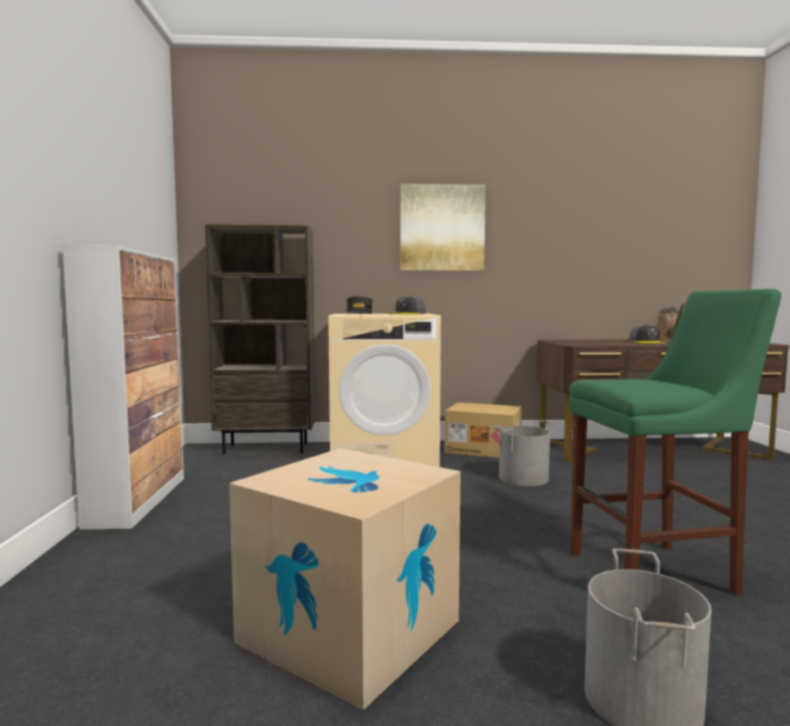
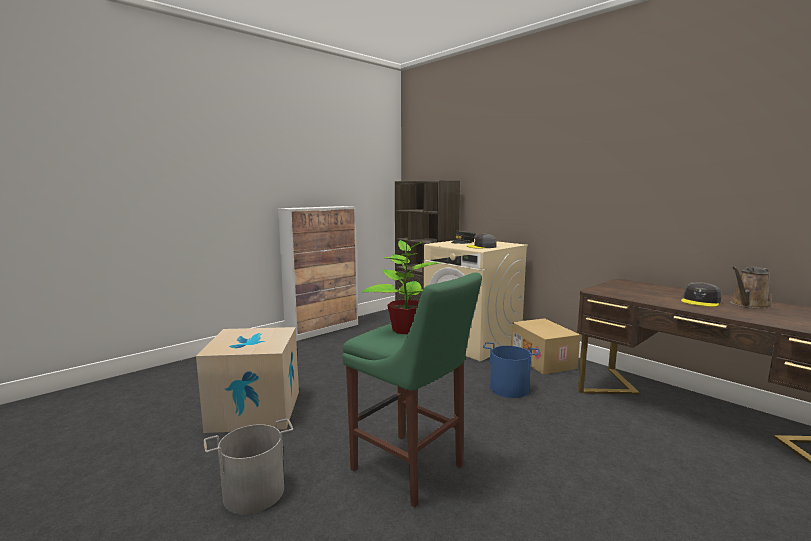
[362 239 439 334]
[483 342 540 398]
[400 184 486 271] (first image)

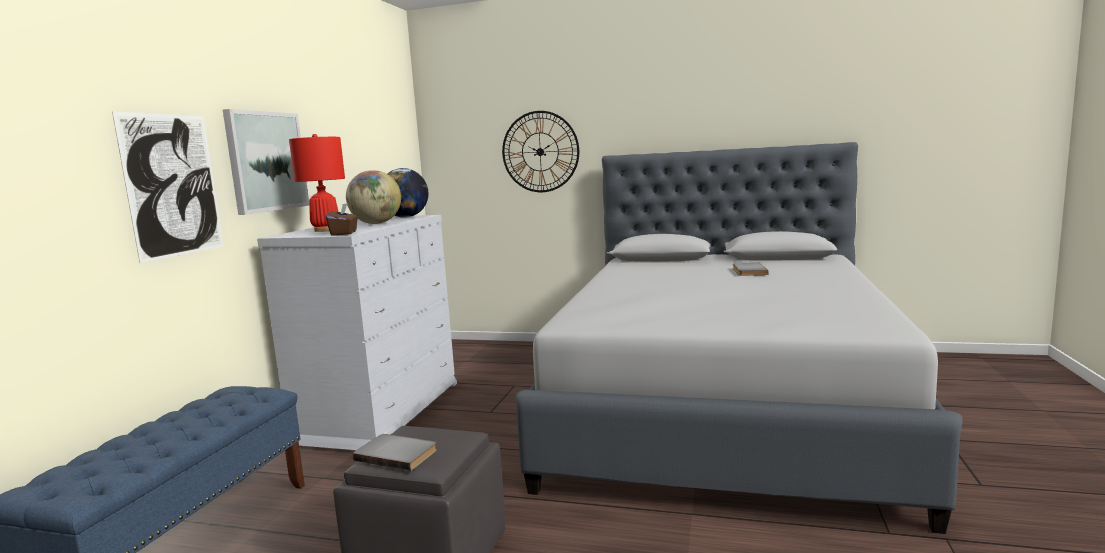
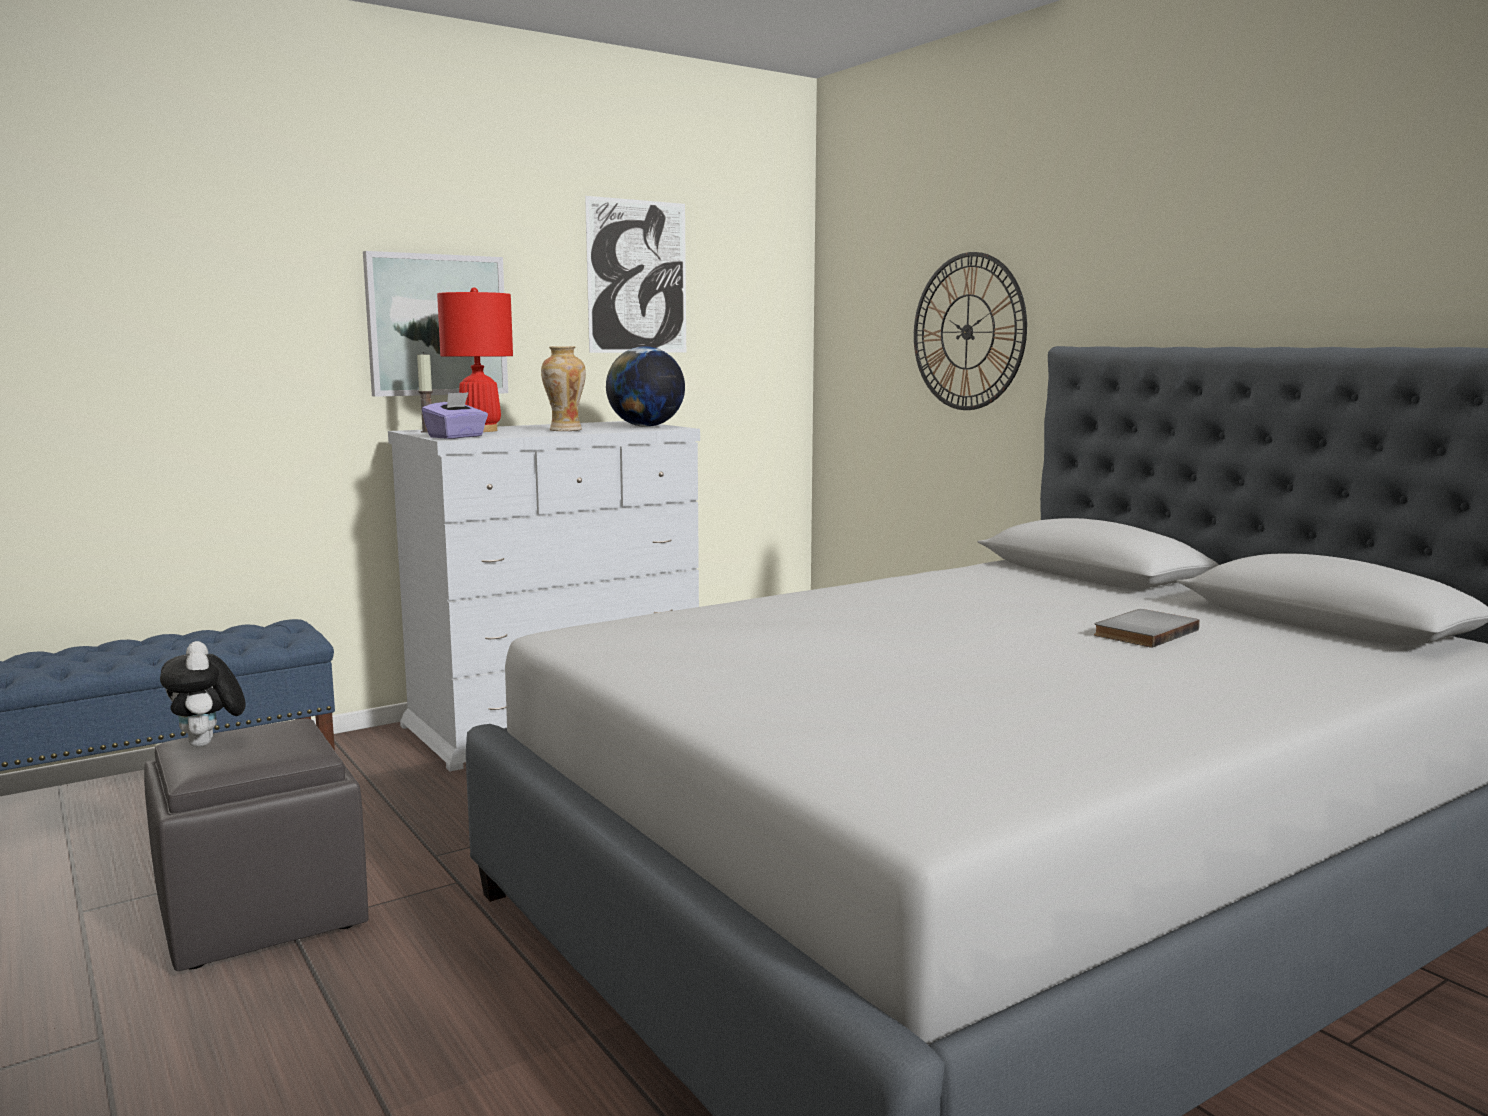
[160 641 245 747]
[417 352 433 433]
[422 392 488 439]
[541 346 586 431]
[585 196 686 353]

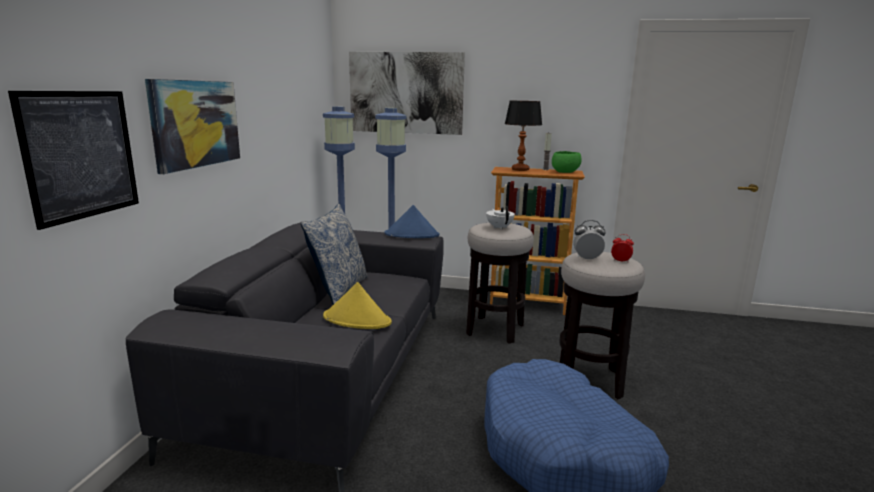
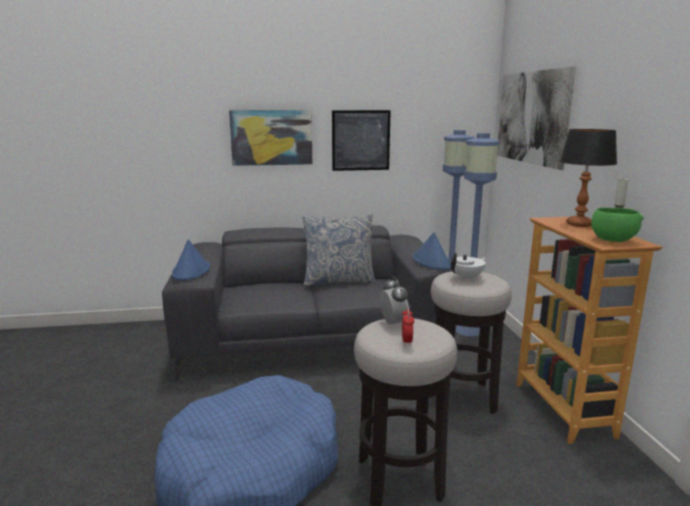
[171 239 210 280]
[332 110 391 171]
[323 282 392 329] (first image)

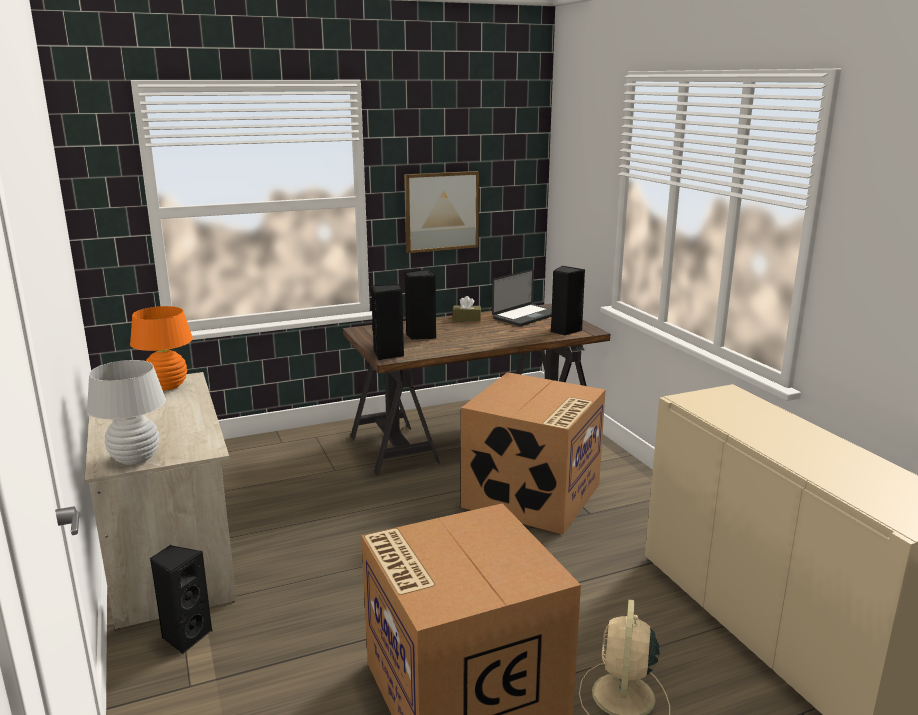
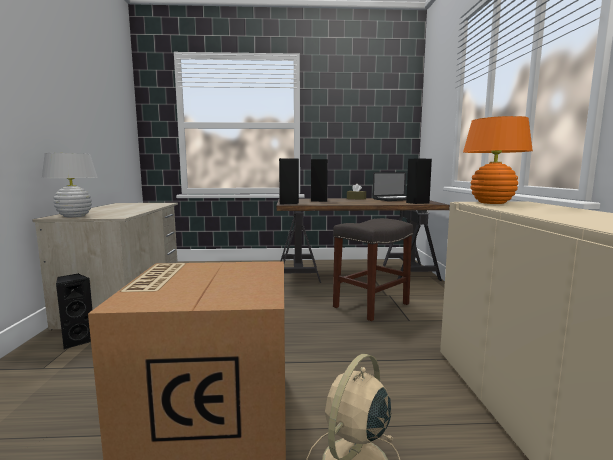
[333 218 413 321]
[463 116 533 204]
[404 171 479 253] (first image)

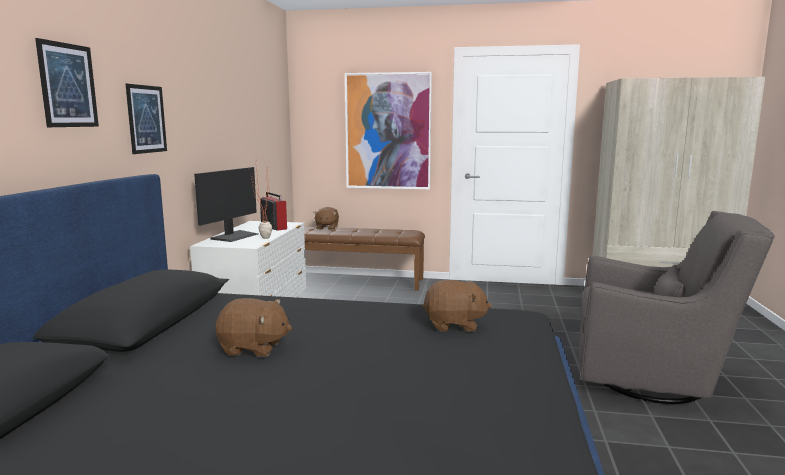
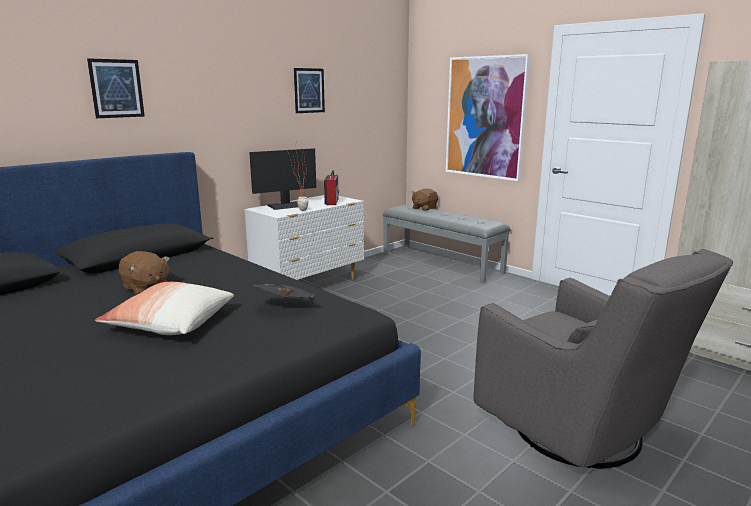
[95 282 234 335]
[254 284 315 298]
[294 68 325 113]
[383 205 511 283]

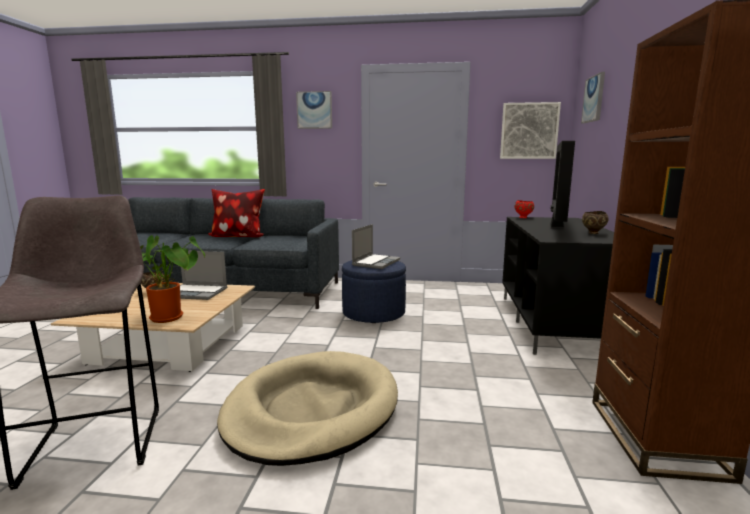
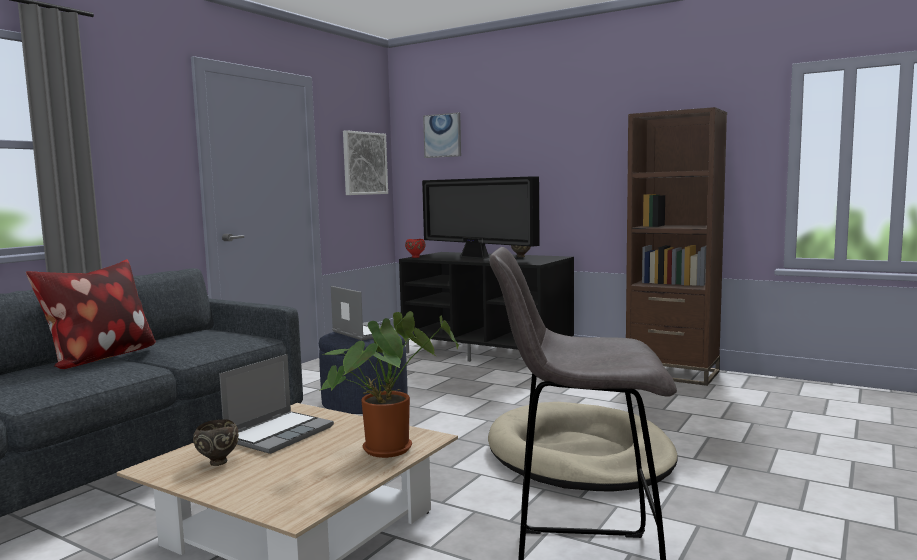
[296 91 332 129] (first image)

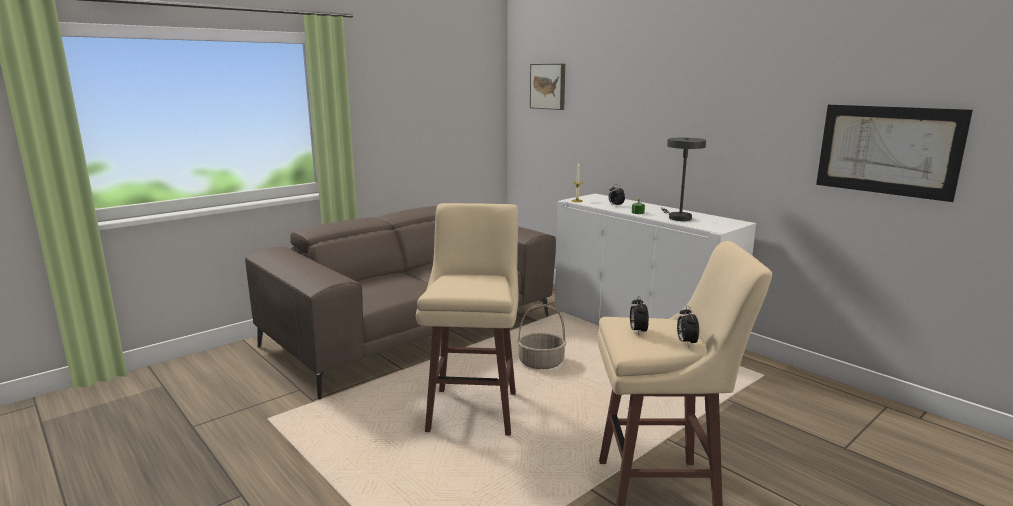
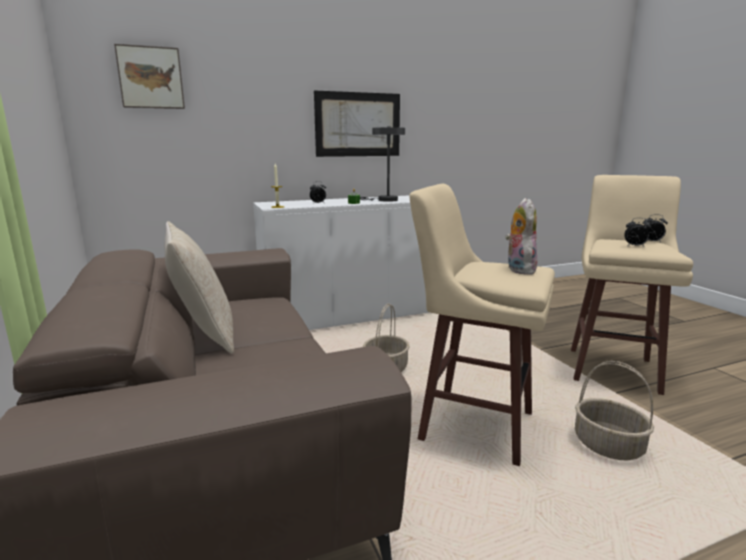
[164 221 234 353]
[314 90 400 157]
[505 198 537 275]
[575 361 654 460]

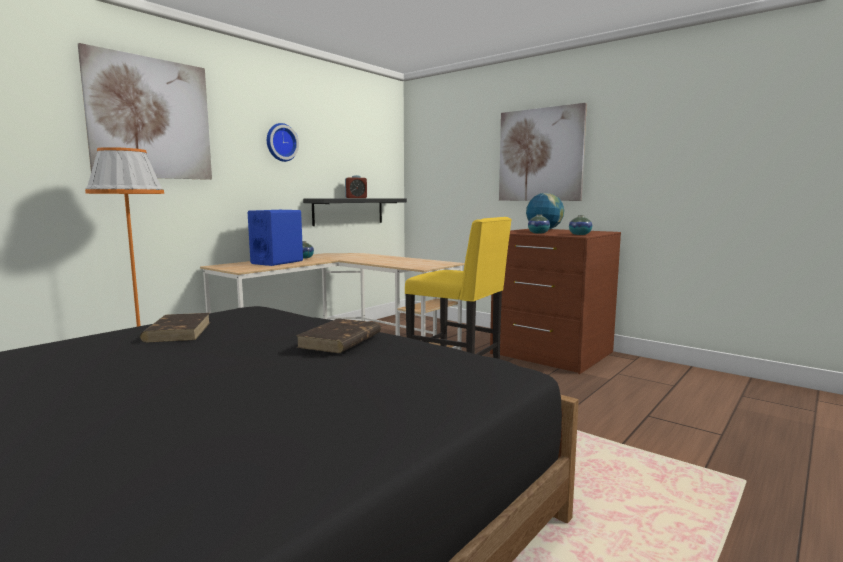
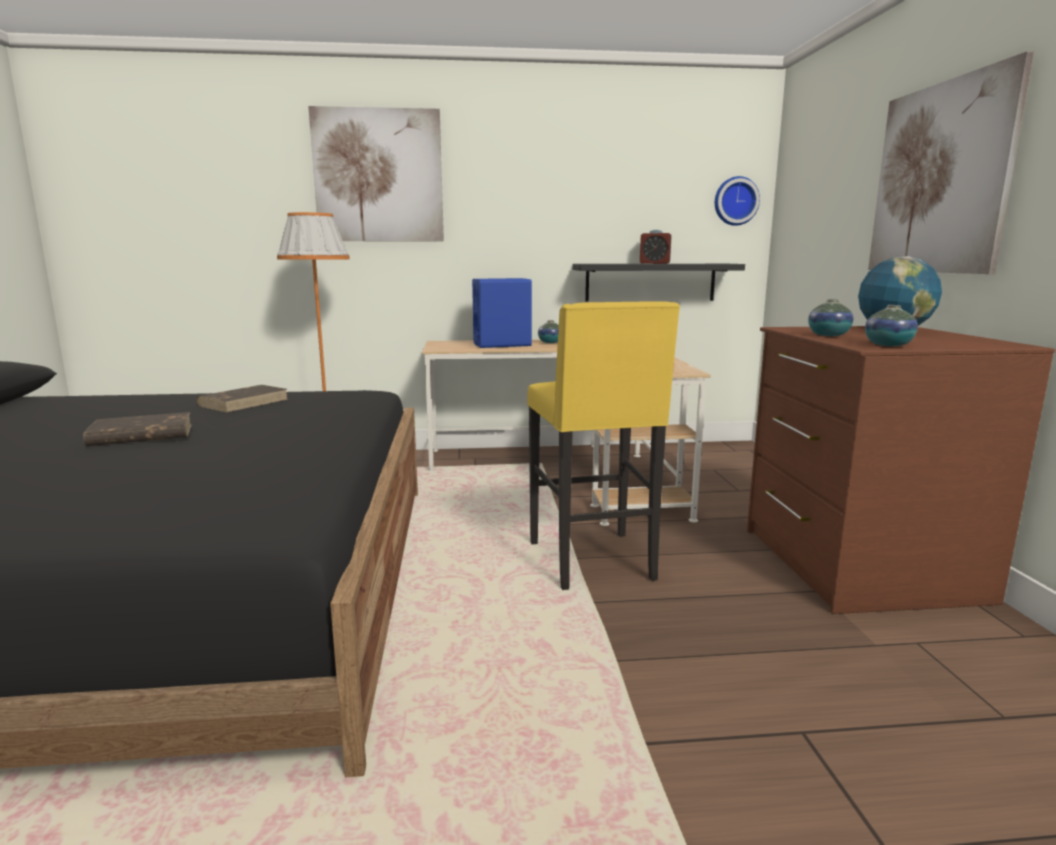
[83 412 192 446]
[715 176 760 226]

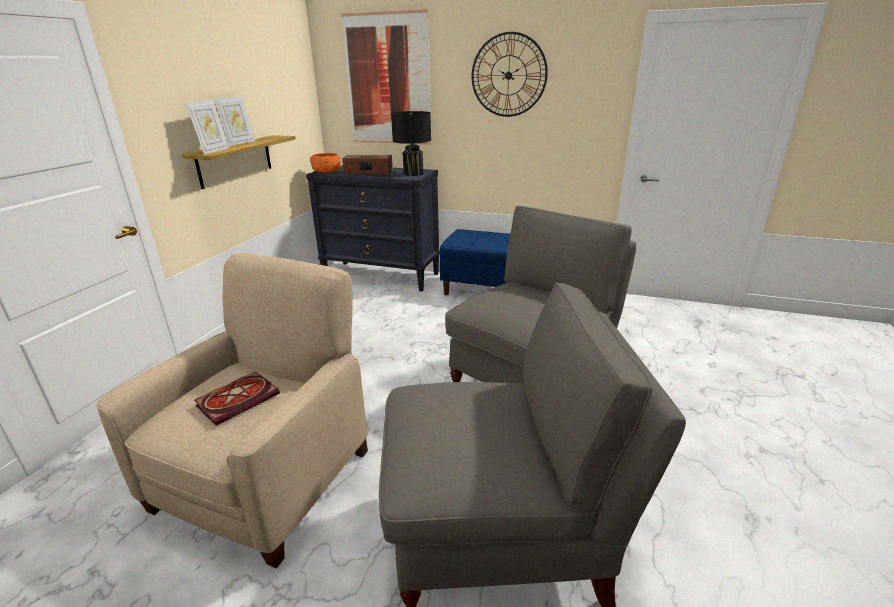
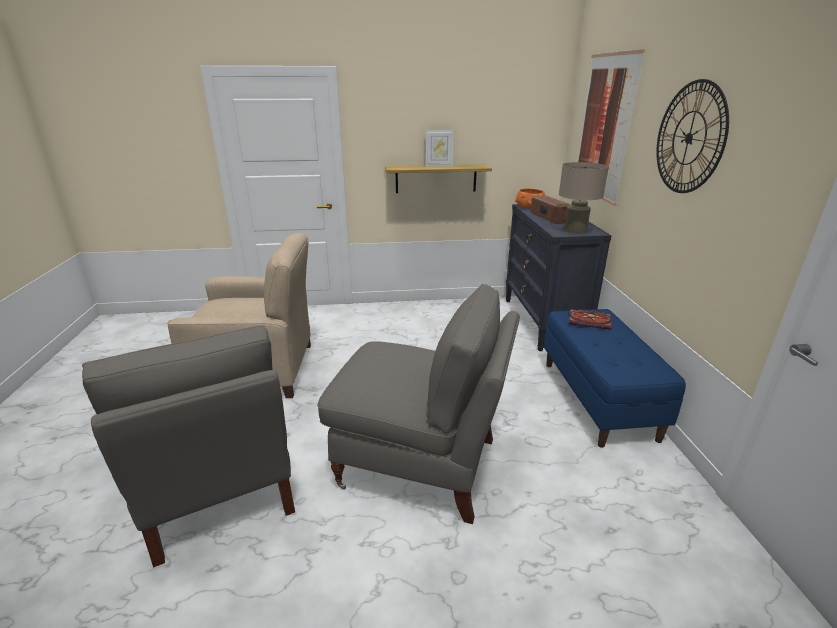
[559 162 609 234]
[569 309 612 330]
[185 100 229 154] (first image)

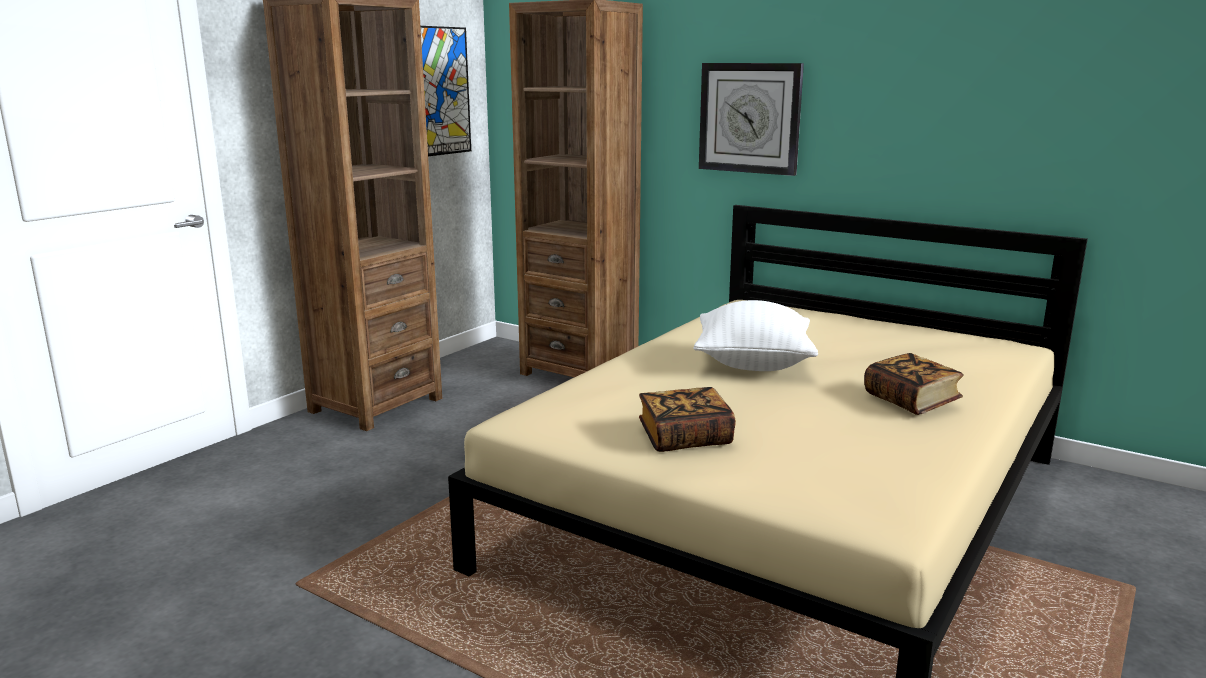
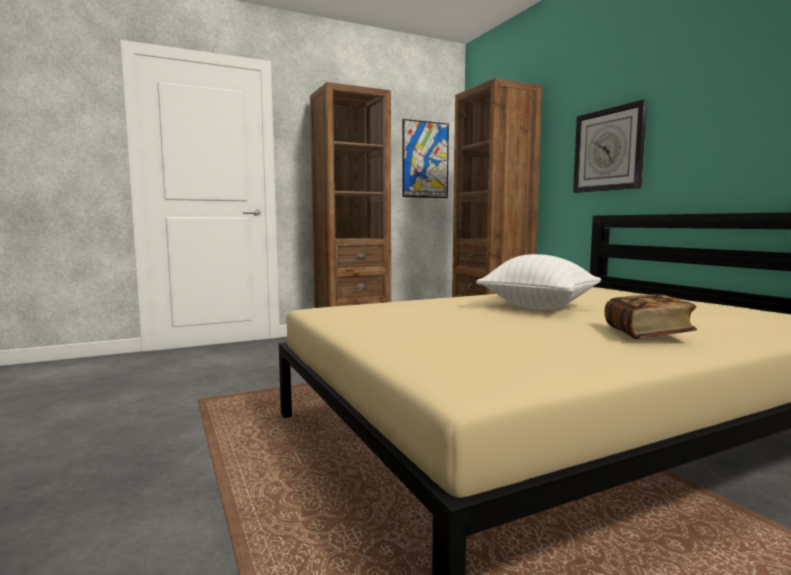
[639 387 736 452] (first image)

